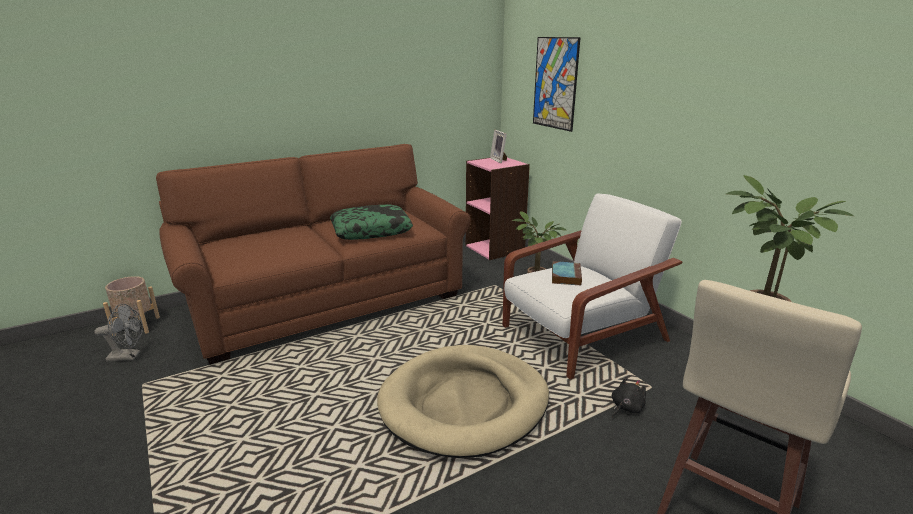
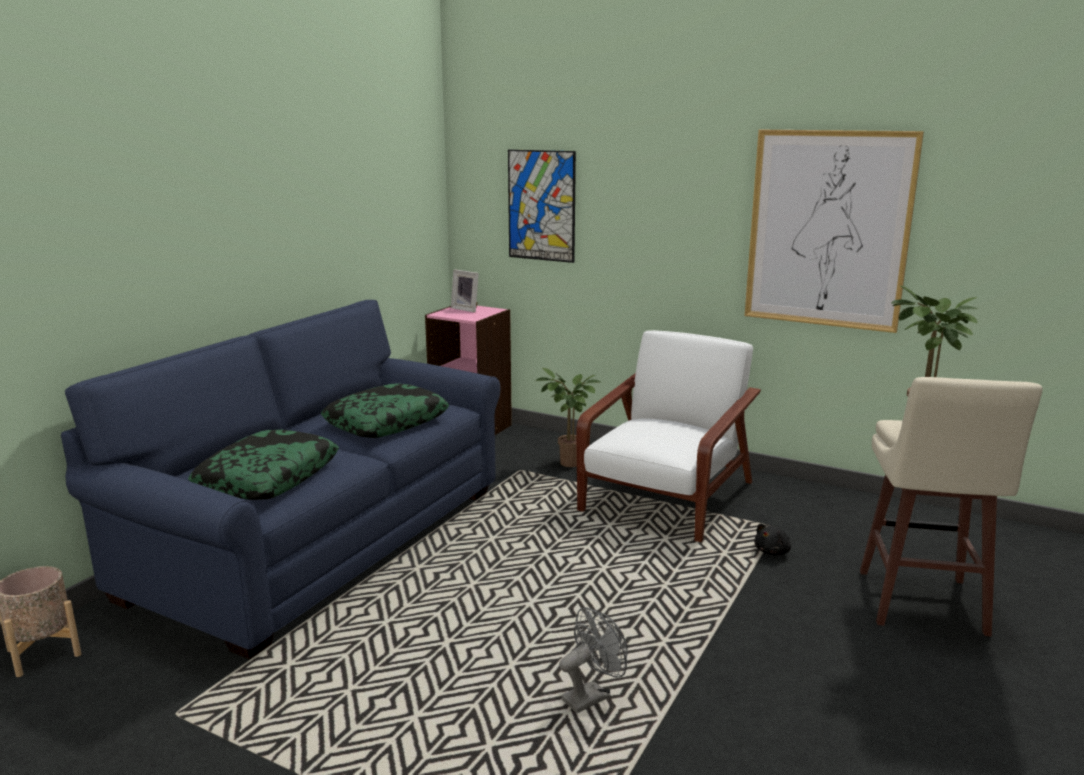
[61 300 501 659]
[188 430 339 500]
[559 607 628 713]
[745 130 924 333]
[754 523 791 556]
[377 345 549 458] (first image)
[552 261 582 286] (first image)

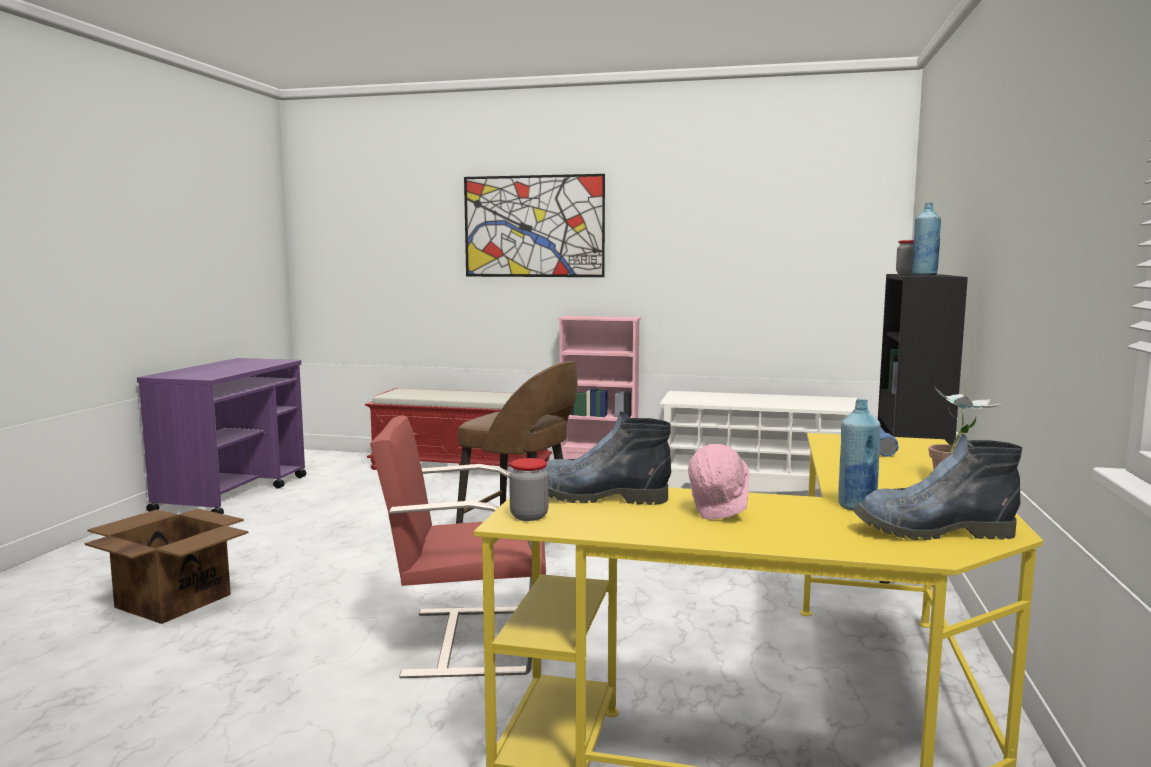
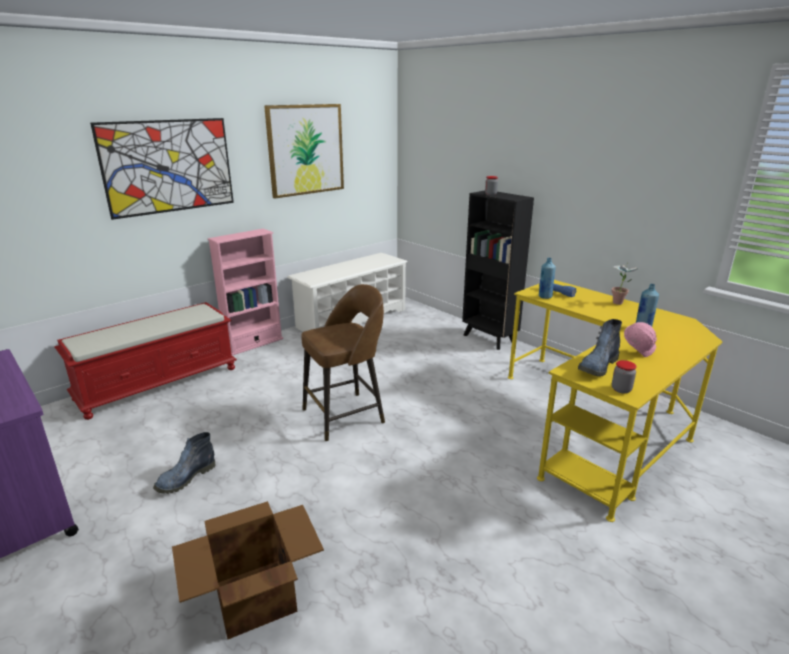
[153 432 216 494]
[264 104 344 198]
[539 258 556 299]
[370 415 546 678] (first image)

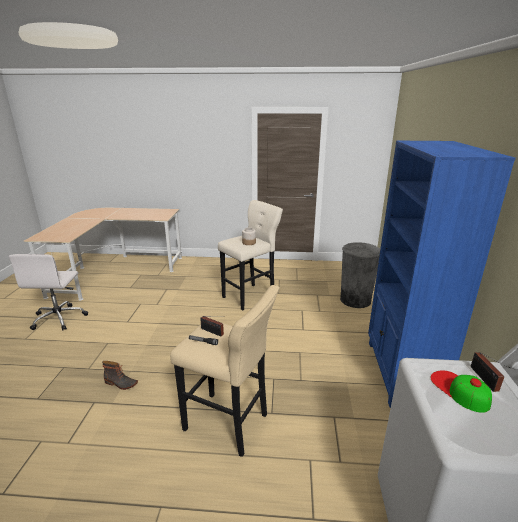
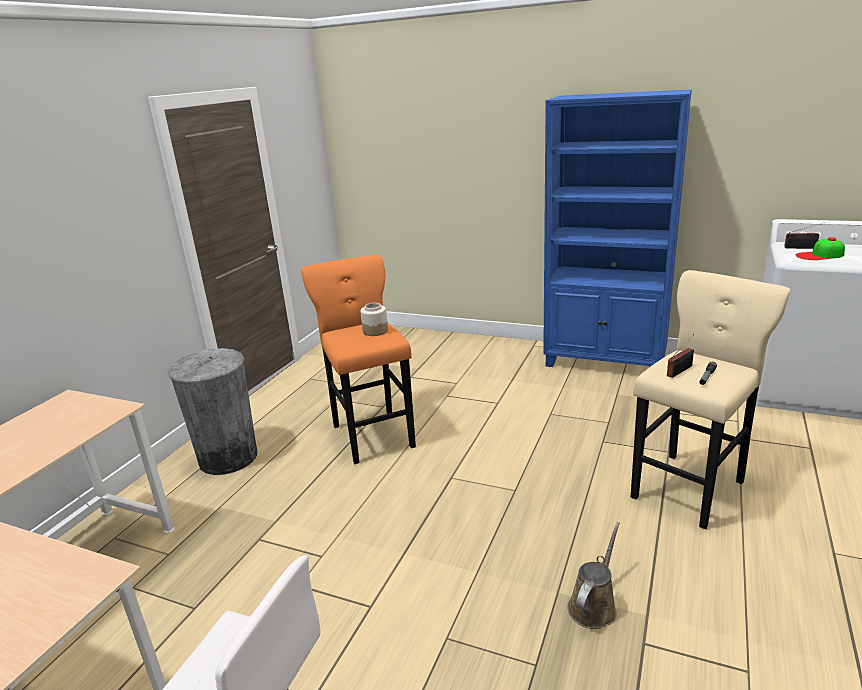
[168 348 258 475]
[301 255 416 464]
[567 522 620 629]

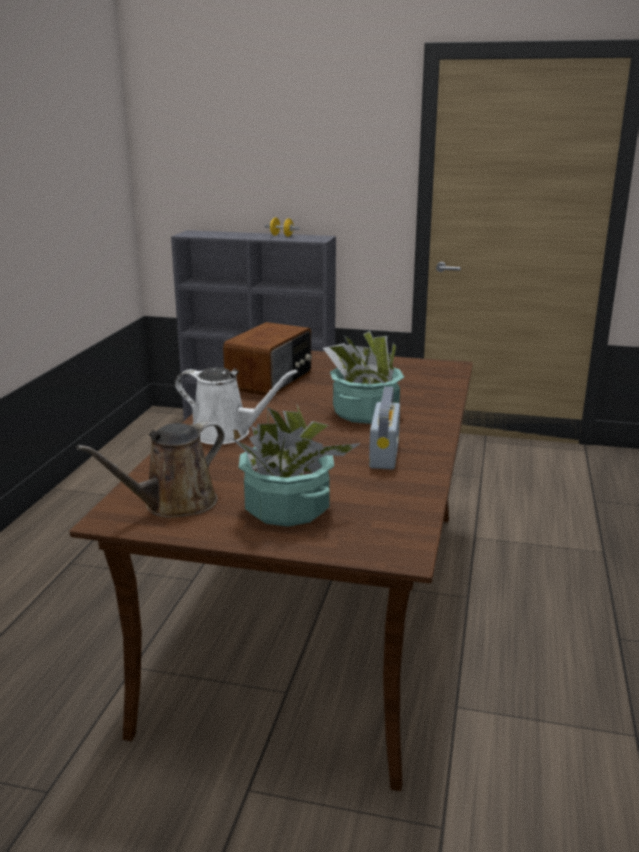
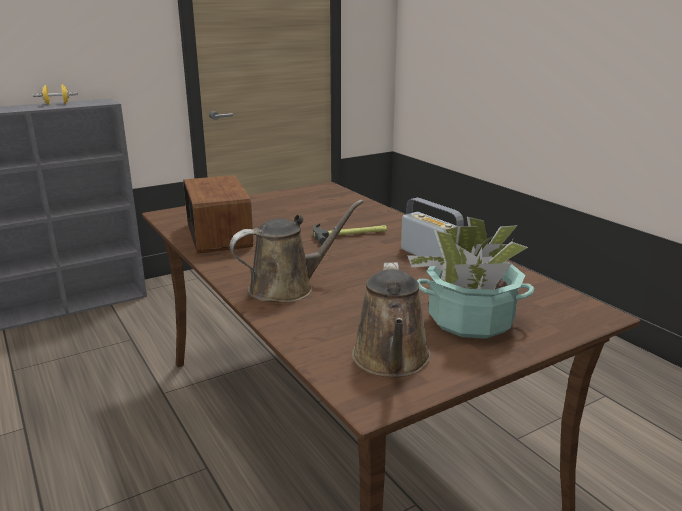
[230 200 363 303]
[313 223 387 245]

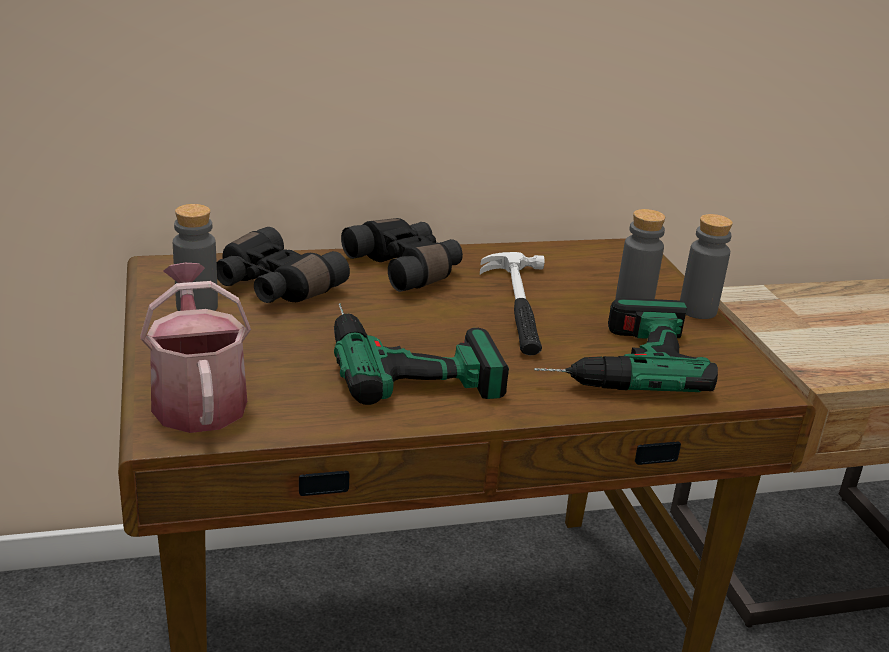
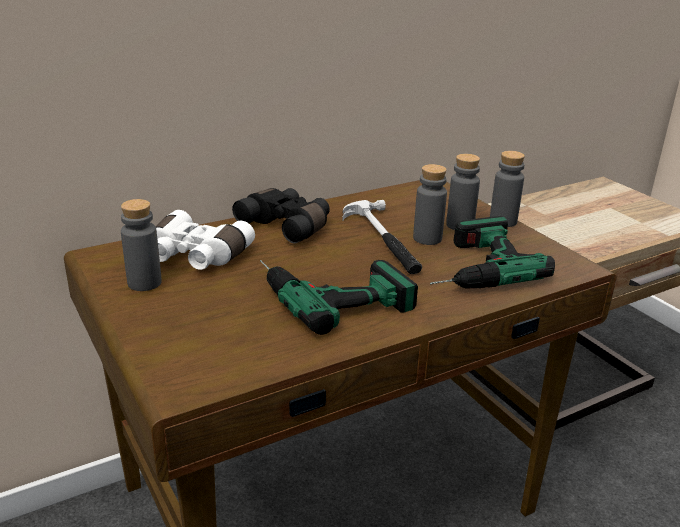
[156 210 255 270]
[413 164 447 245]
[140 263 251 433] (first image)

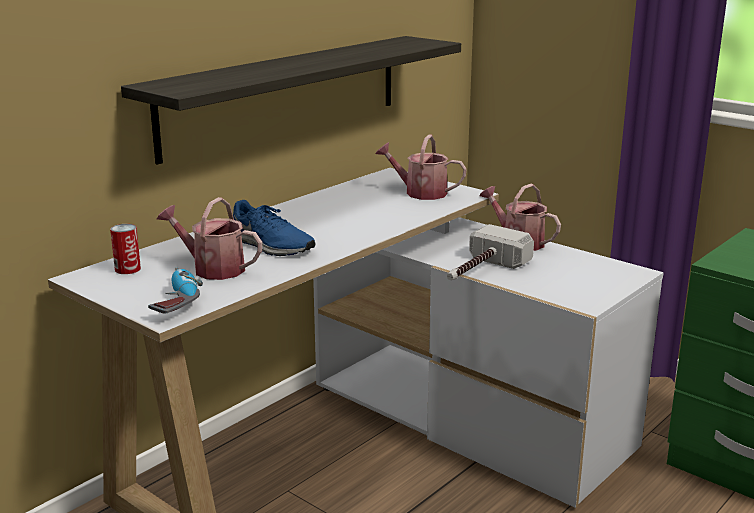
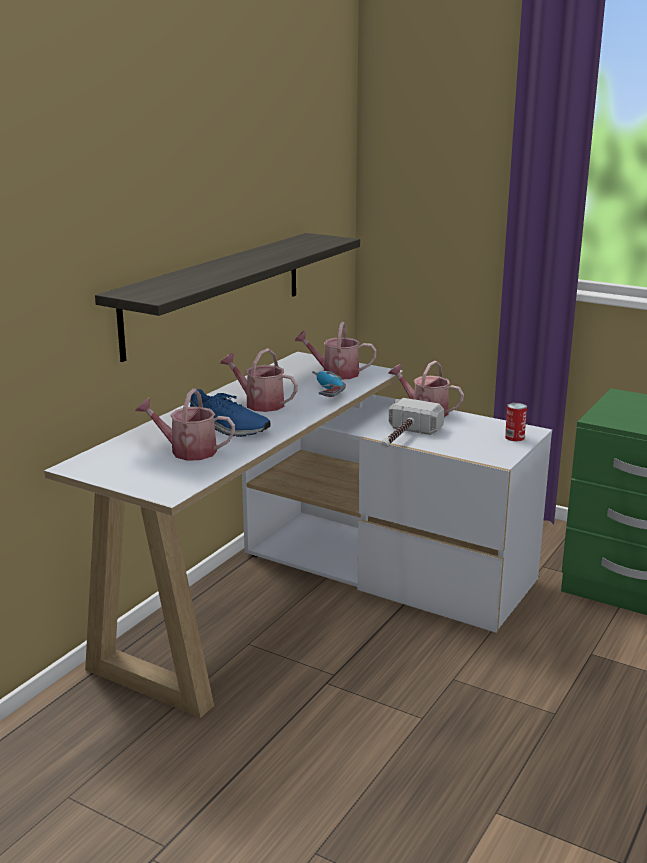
[220 348 298 412]
[312 371 346 397]
[505 403 527 441]

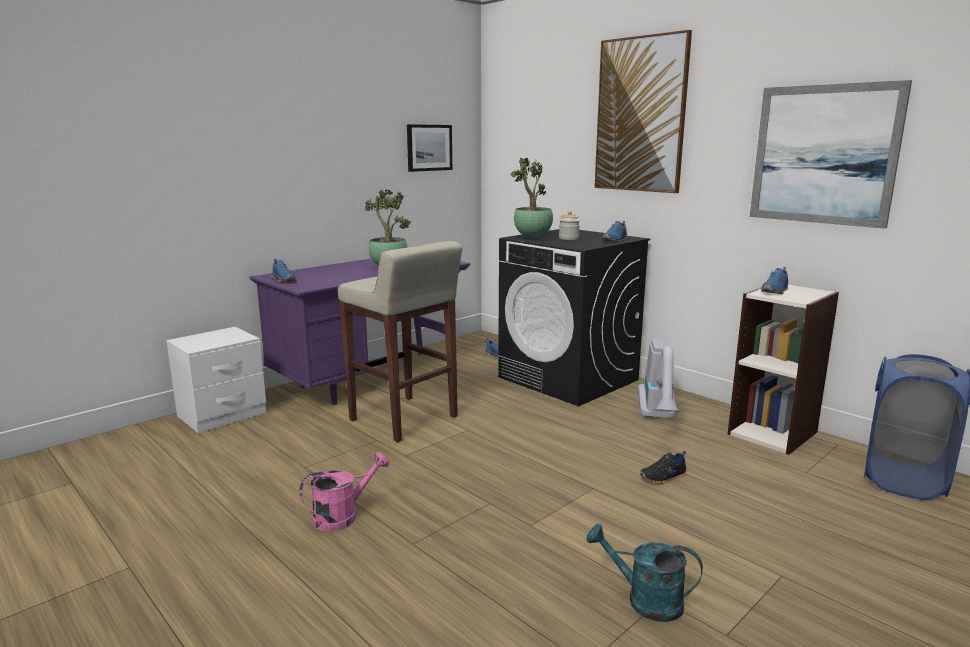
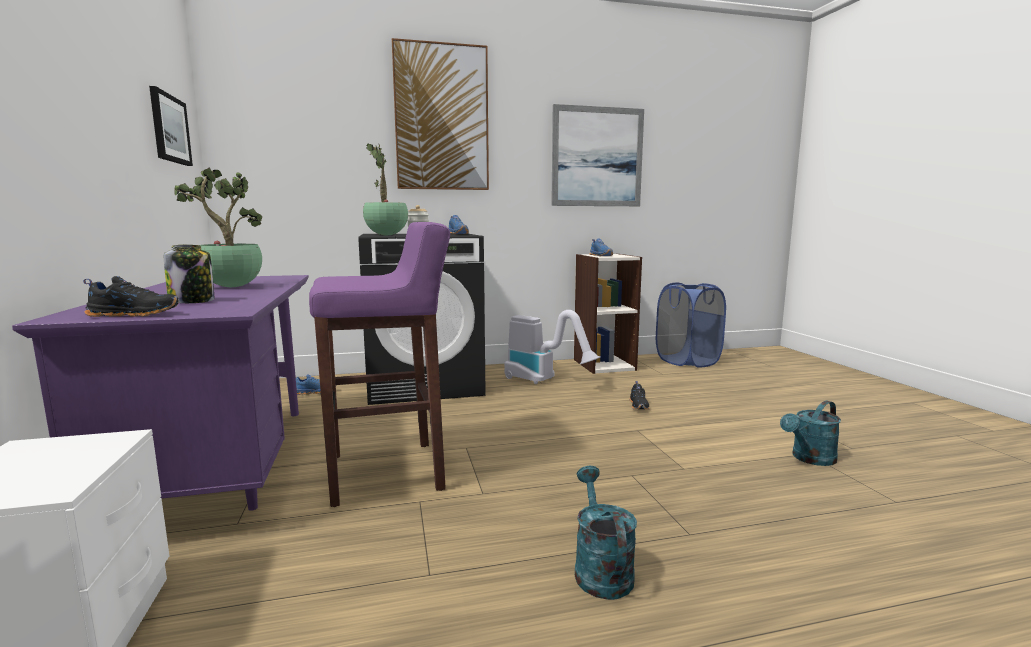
[83 276 179 317]
[164 244 215 303]
[309 222 450 507]
[575 466 637 600]

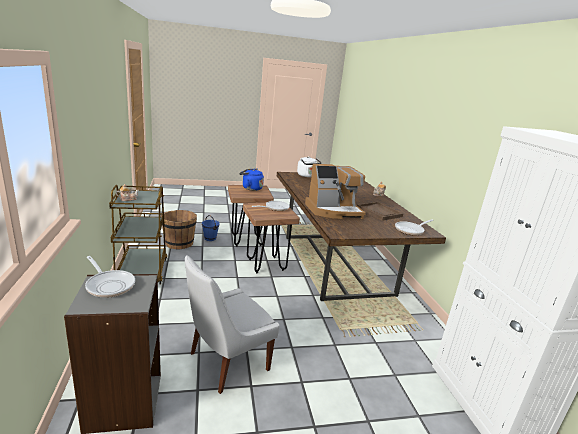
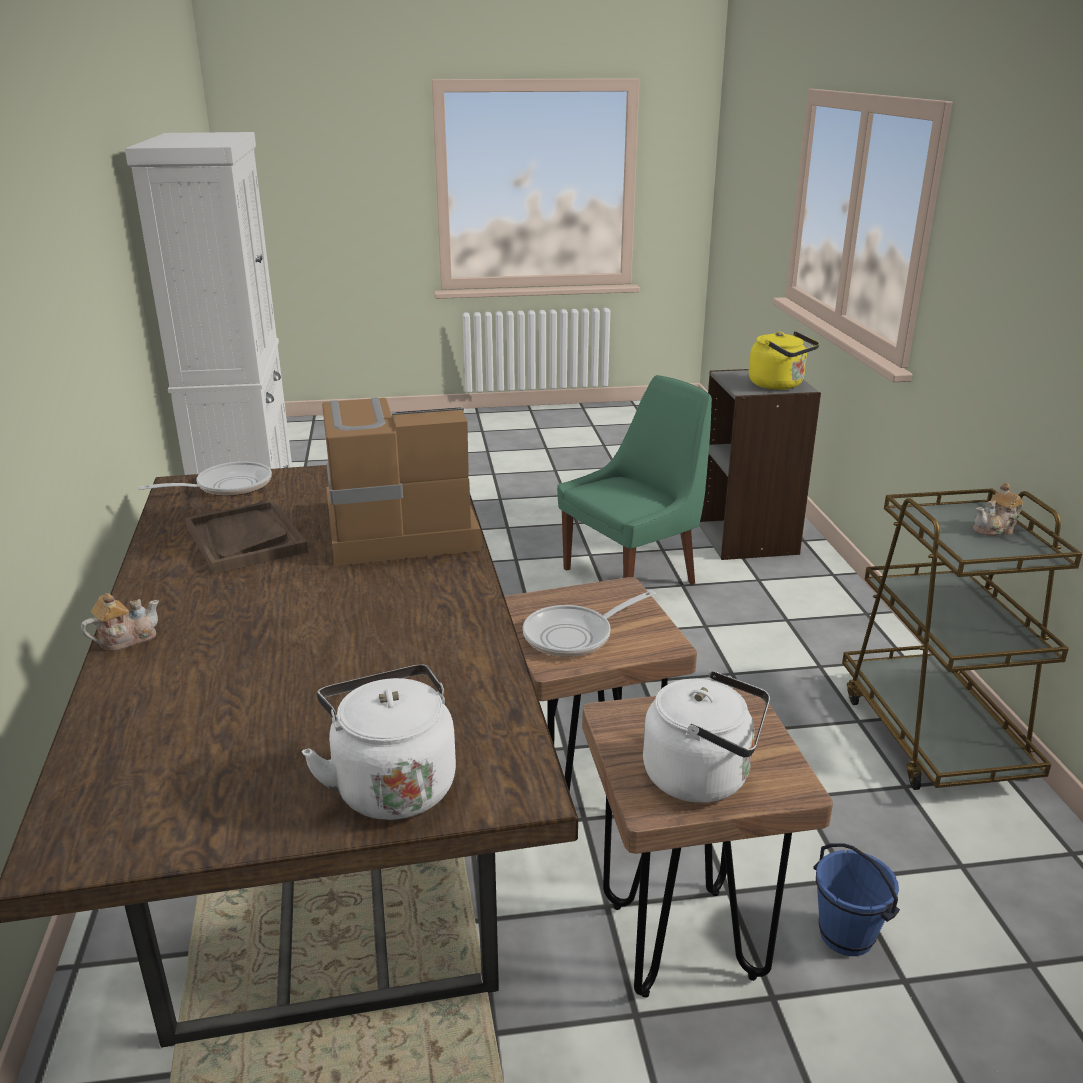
[557 375 712 584]
[643 671 770 803]
[749 331 820 390]
[161 210 197 250] (first image)

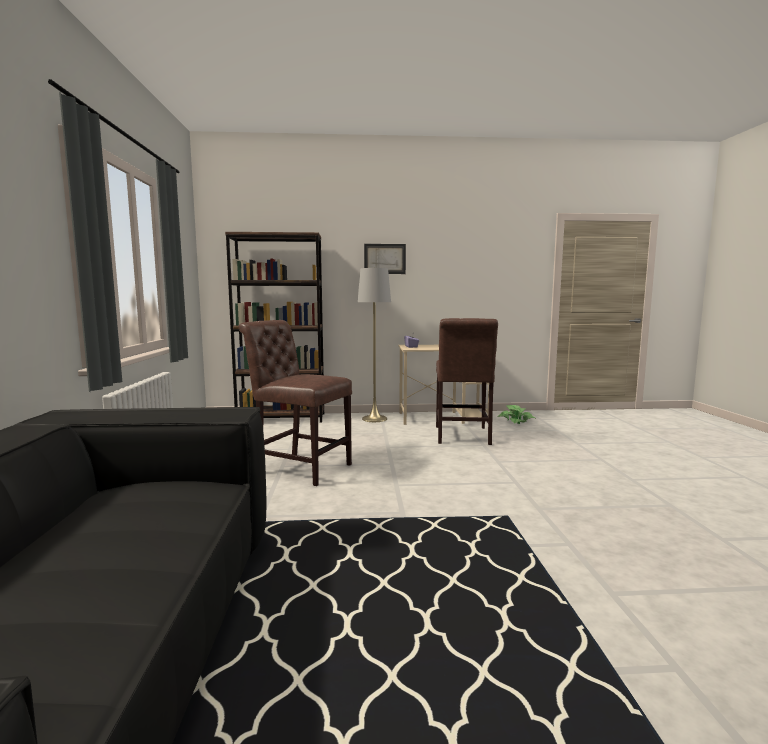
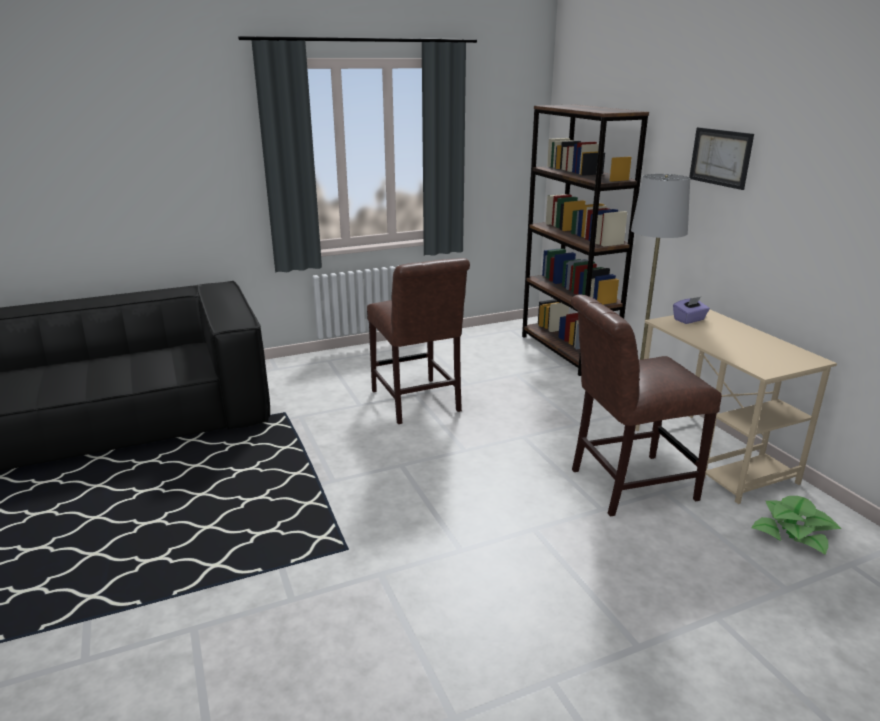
[367 258 470 424]

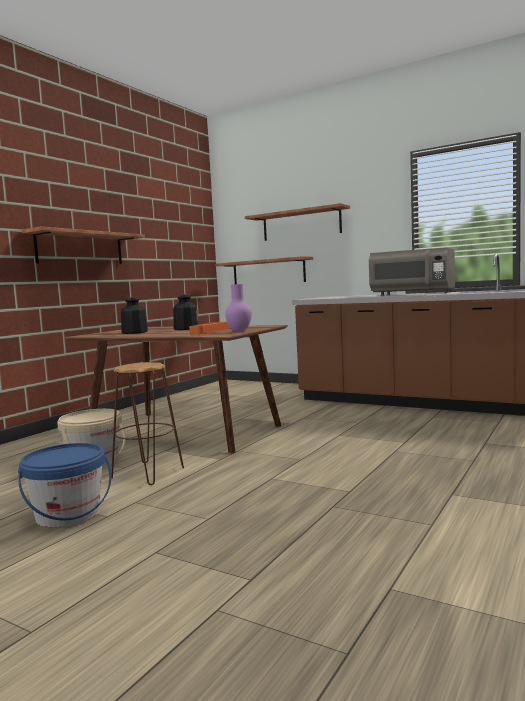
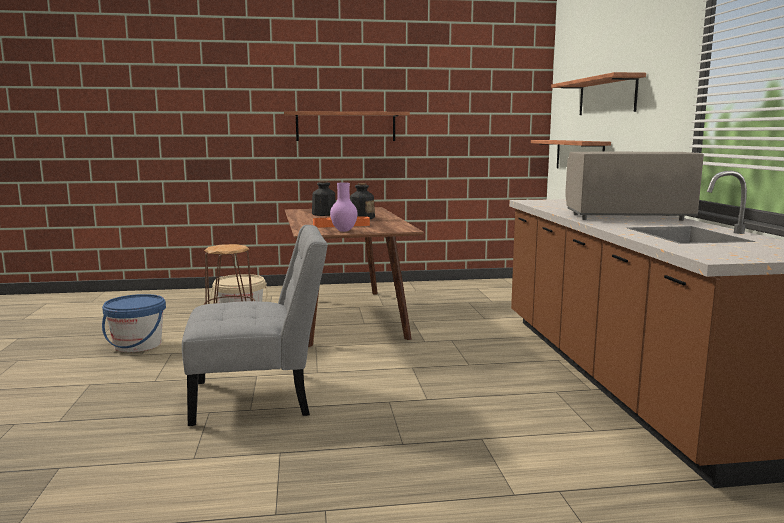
[182 225 328 426]
[565 152 704 221]

